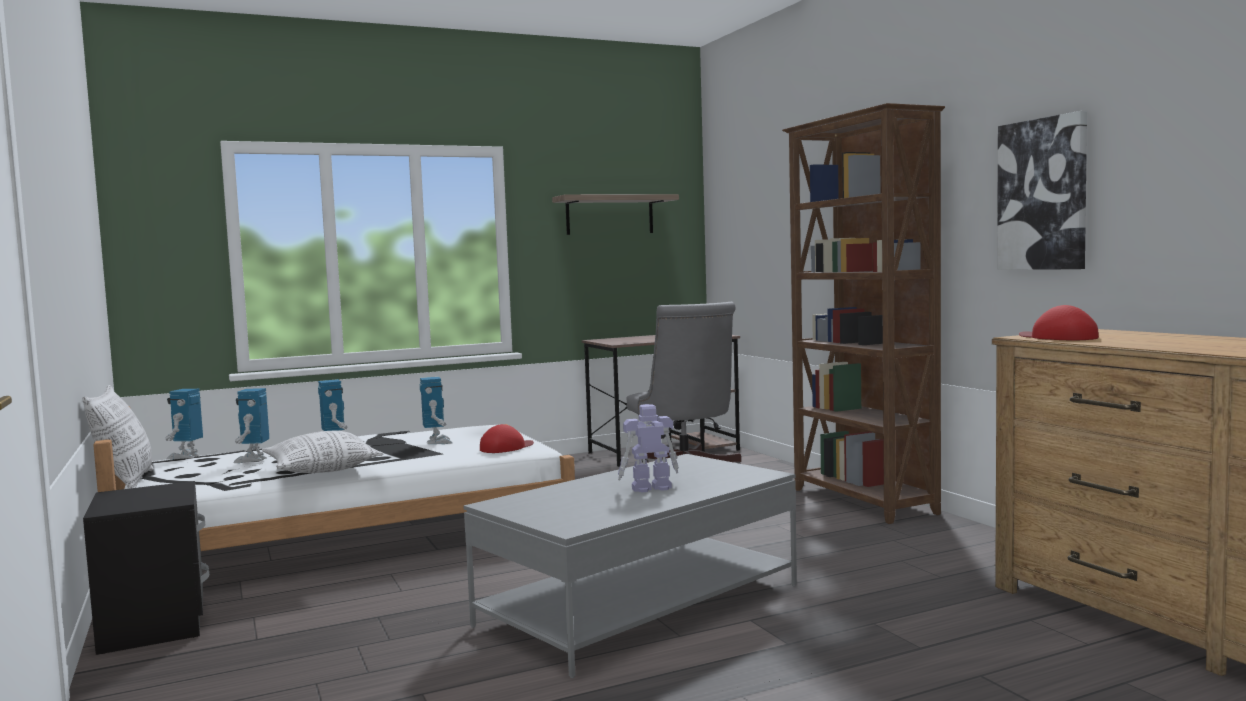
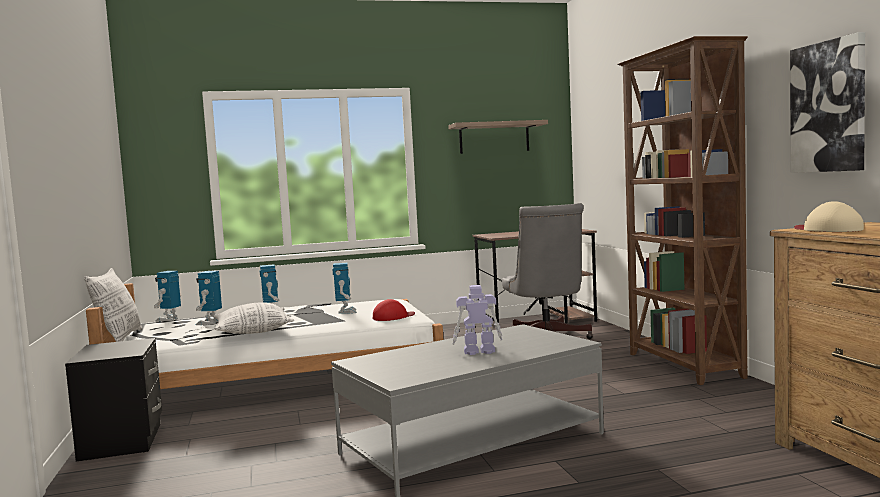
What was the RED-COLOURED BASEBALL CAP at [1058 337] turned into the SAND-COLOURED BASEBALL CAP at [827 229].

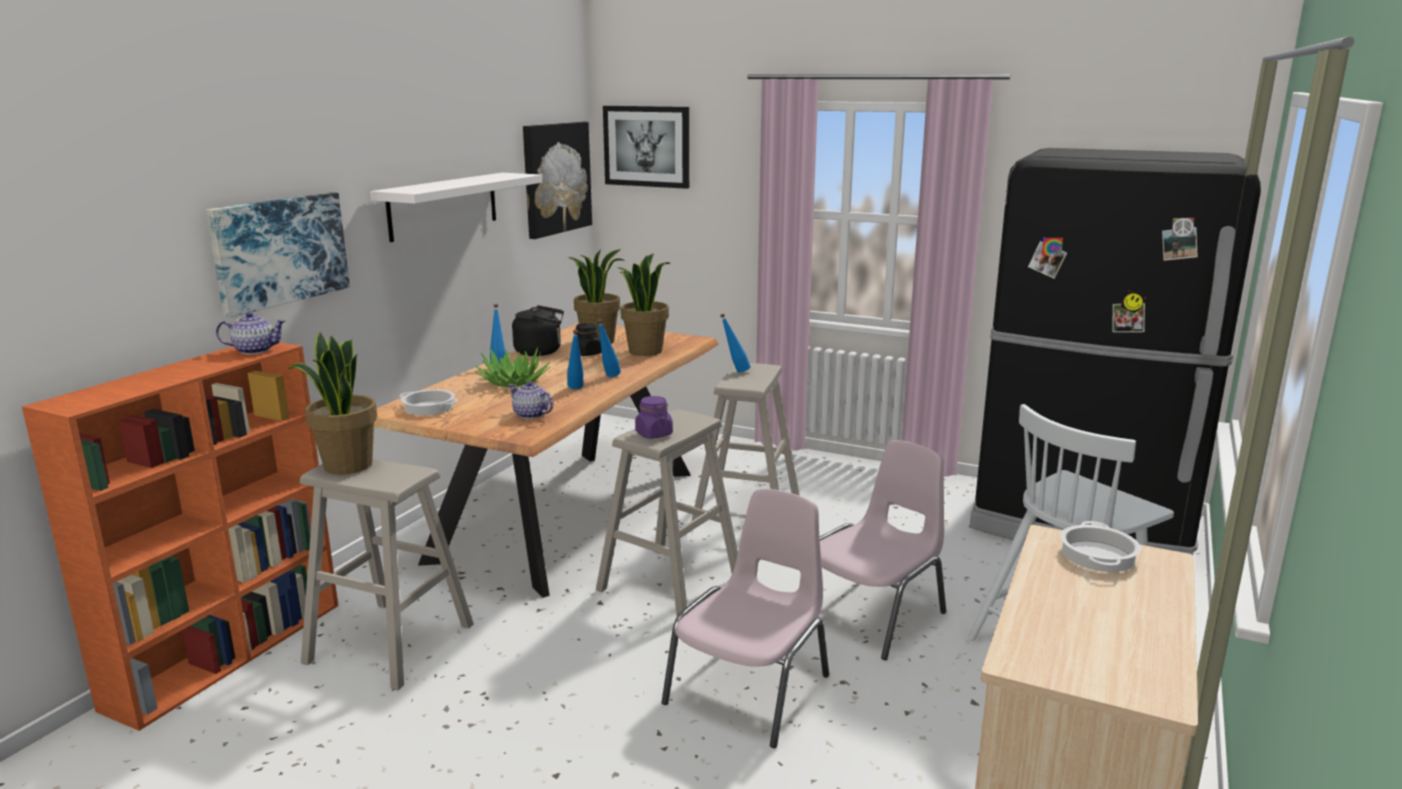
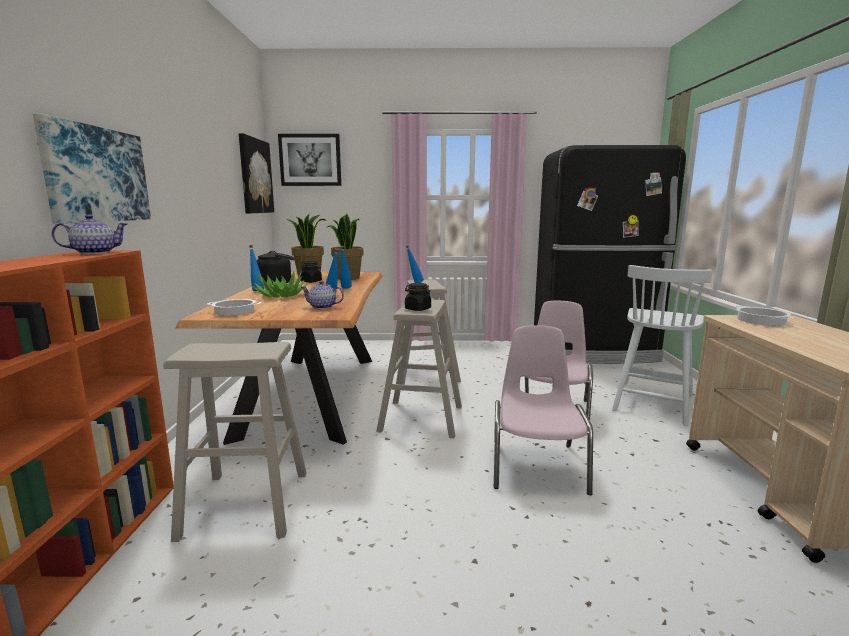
The second view lost the WHITISH BRACKET SHELF at [443 205]. The second view lost the PLANT IN A POT at [347 465]. What was the PURPLE-COLOURED JAR at [653 434] turned into the BLACKISH JAR at [417 309].

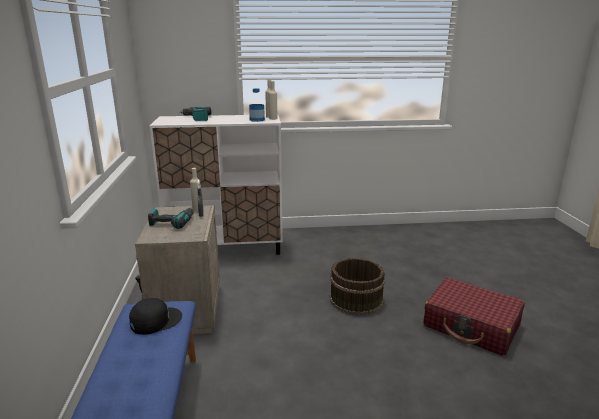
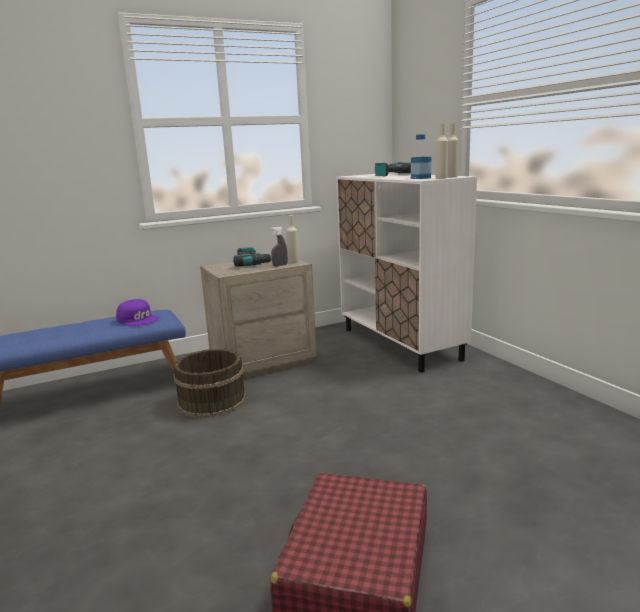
The BROWN-COLOURED WATER BUCKET ended up elsewhere, having gone from [355 299] to [211 401]. What was the BLACKISH BASEBALL CAP at [155 320] turned into the PURPLE-COLOURED BASEBALL CAP at [138 319].

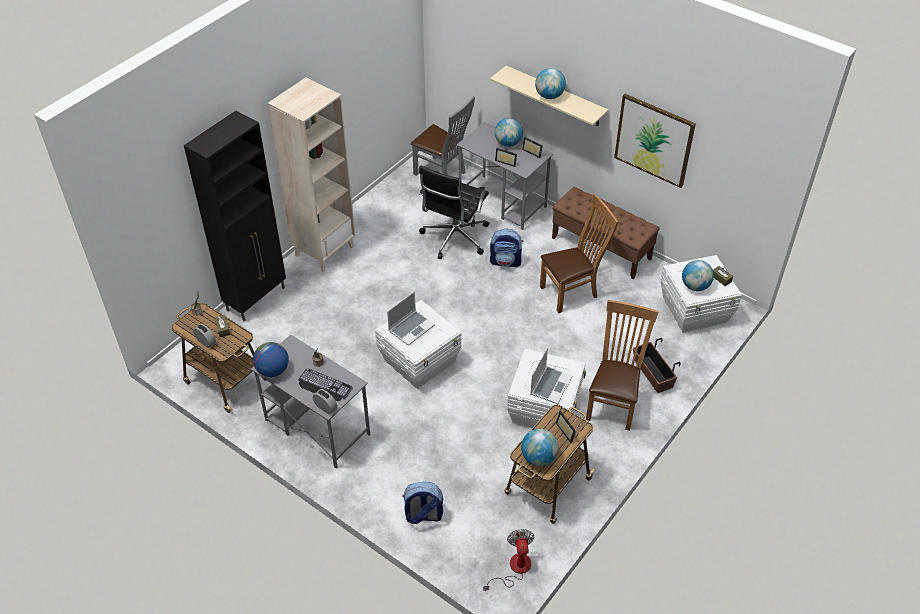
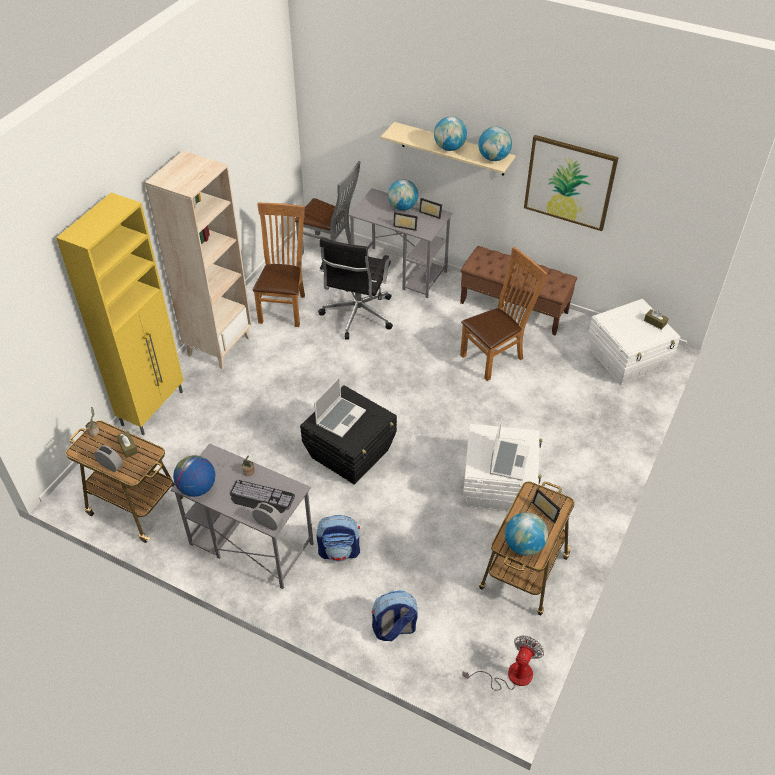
What was the BLACKISH CABINET at [257 298] turned into the YELLOW-COLOURED CABINET at [153 408]. The KNAPSACK ended up elsewhere, having gone from [506 261] to [339 551]. The DESK GLOBE ended up elsewhere, having gone from [695 286] to [493 158]. What was the WHITISH STORAGE CONTAINER at [420 361] turned into the BLACKISH STORAGE CONTAINER at [351 453]. The BROWN-COLOURED PLAIN CHAIR ended up elsewhere, having gone from [613 403] to [284 307]. The second view lost the PLANT POT at [652 374]. The ELECTRIC FAN at [514 569] ended up facing another way, 45 degrees clockwise from before.

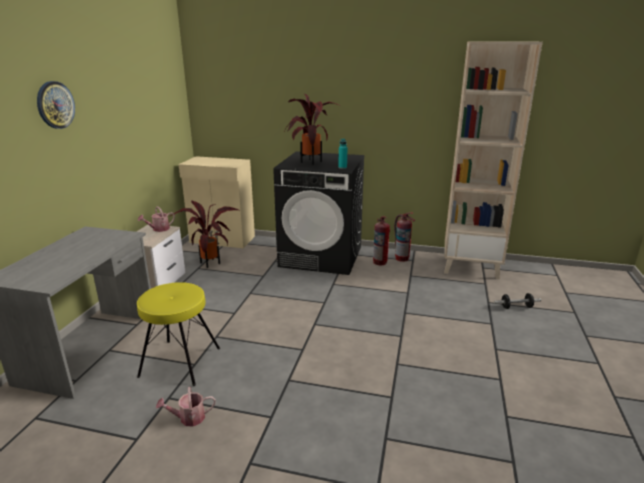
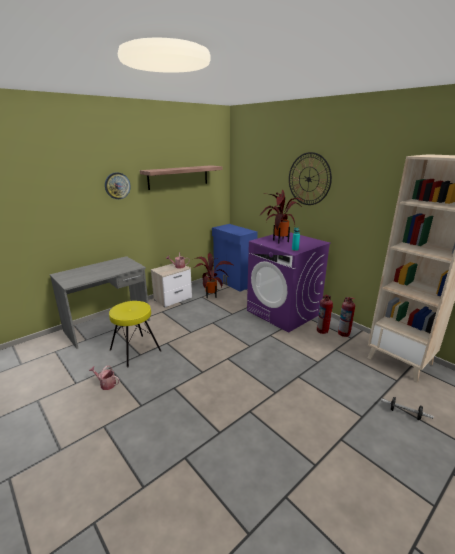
What was the BLACKISH WASHING MACHINE at [321 256] turned into the PURPLE-COLOURED WASHING MACHINE at [283 312]. What was the SAND-COLOURED CABINET at [222 240] turned into the BLUE CABINET at [234 282]. The second view gained the WALL CLOCK at [309 179]. The second view gained the BRACKET SHELF at [178 177].

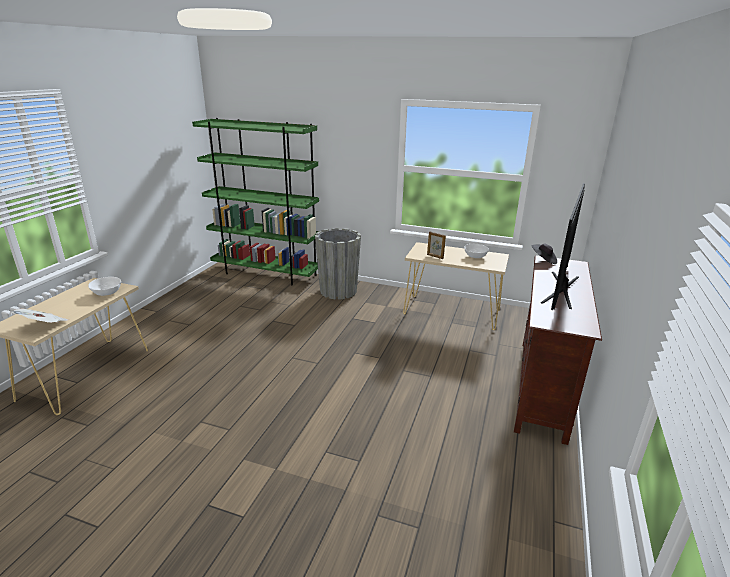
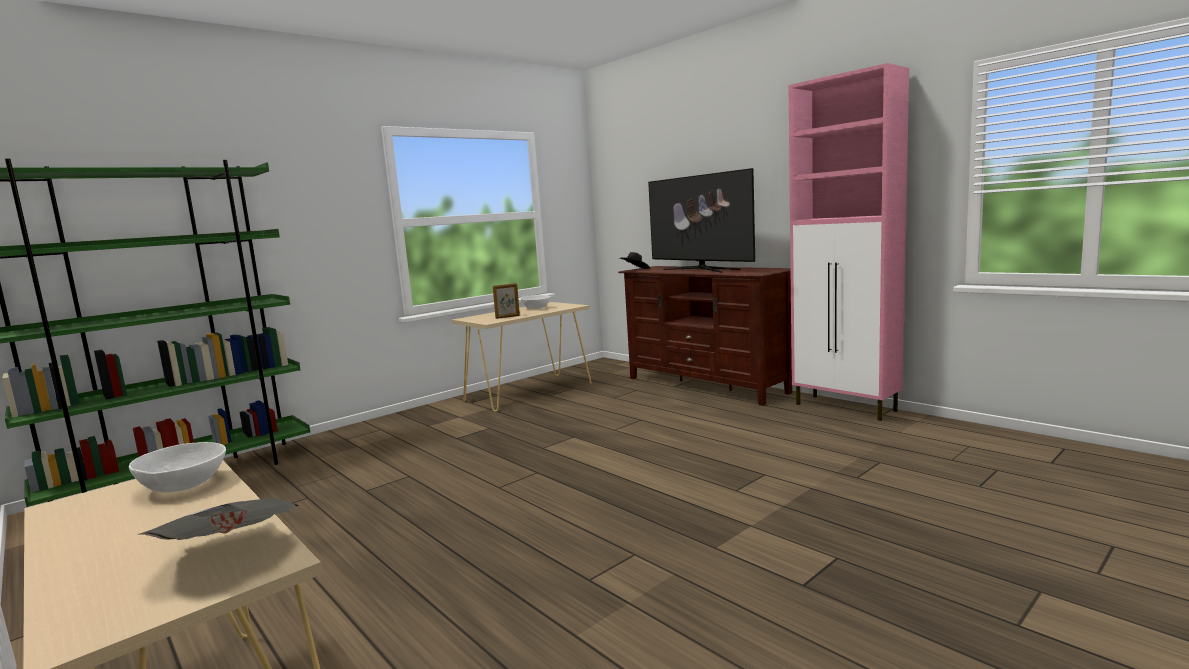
The second view lost the GREY PLANT POT at [338 291]. The second view gained the PINK CABINET at [846 408].

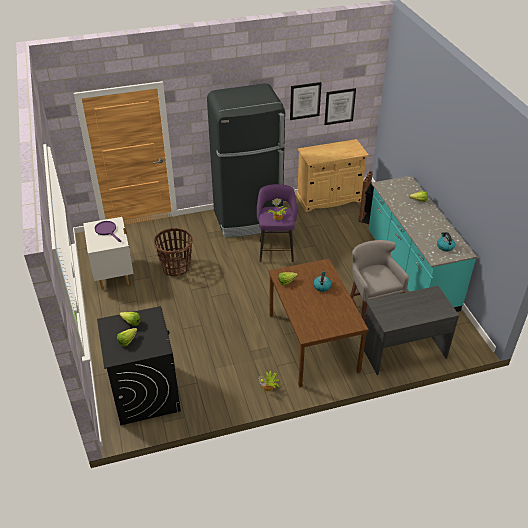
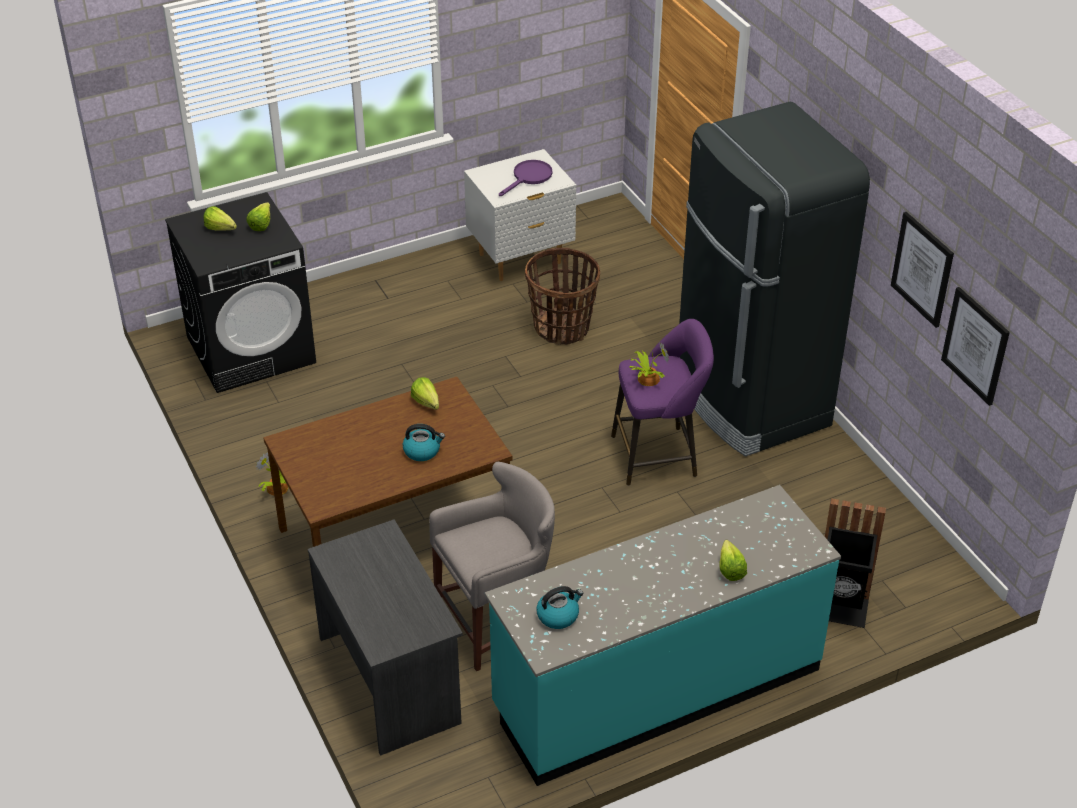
The second view lost the SAND-COLOURED CABINET at [329 198].

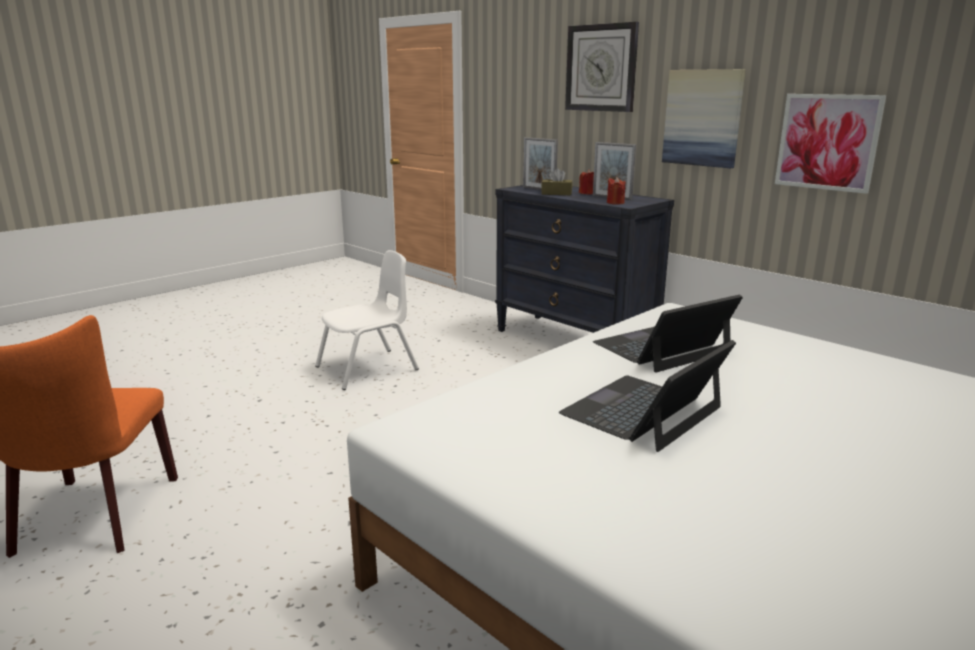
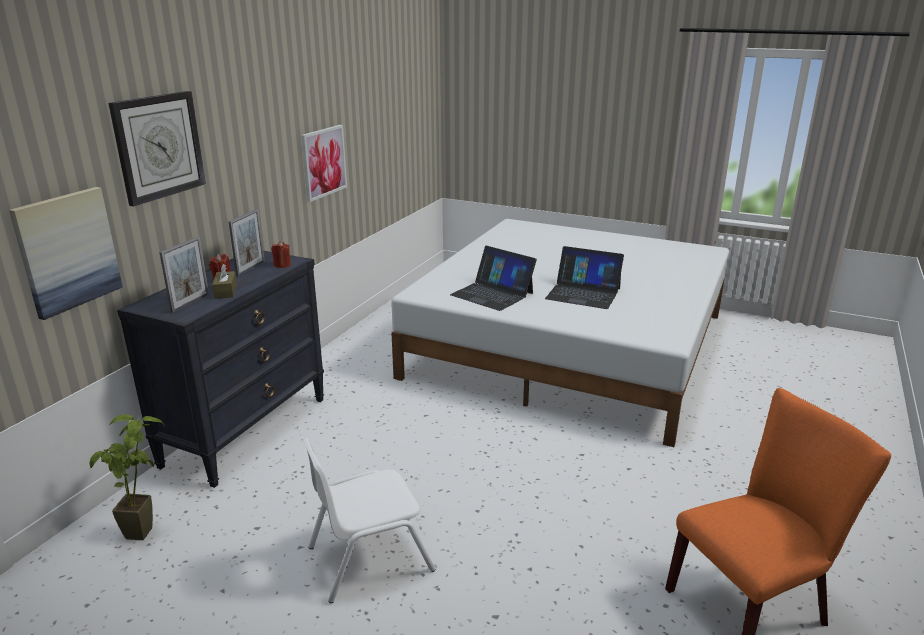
The WALL ART ended up elsewhere, having gone from [703 118] to [67 251]. The WHITISH PLAIN CHAIR at [368 369] ended up facing another way, 60 degrees counterclockwise from before. The second view gained the PLANT IN A POT at [147 527].

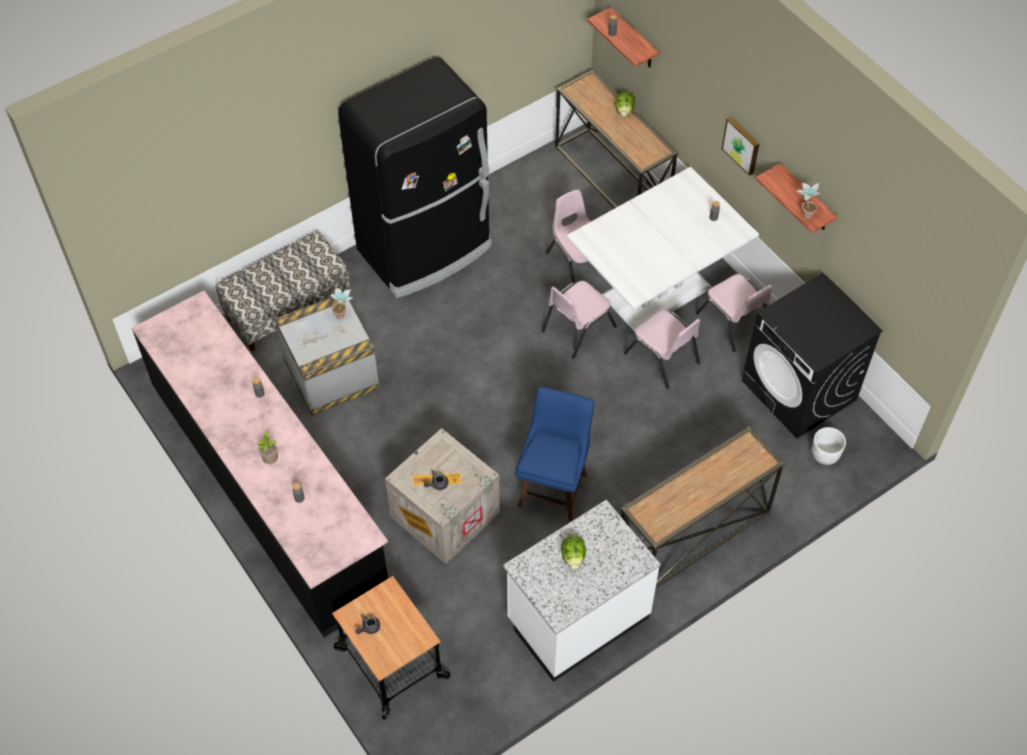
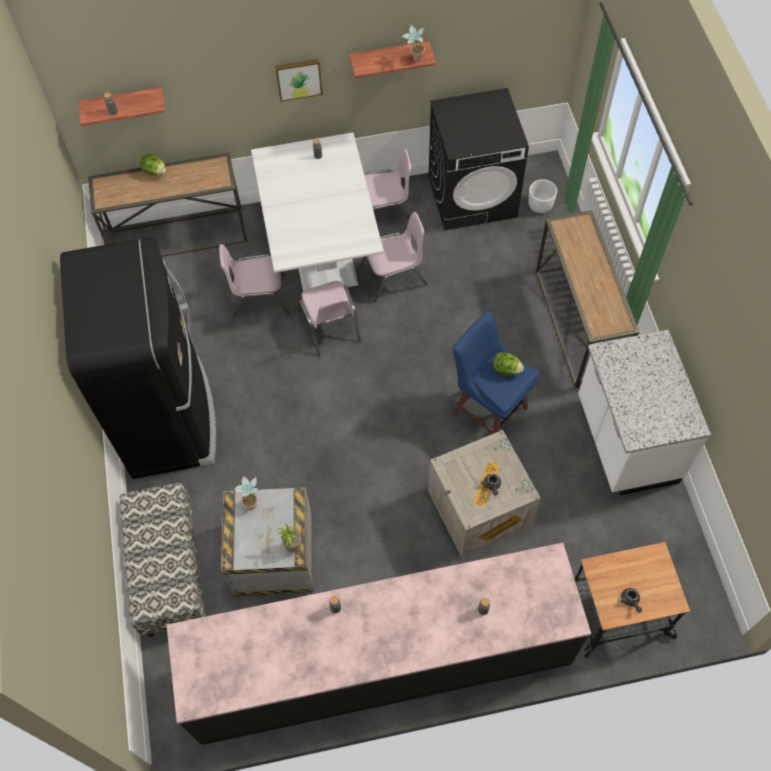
The PLANT IN A POT ended up elsewhere, having gone from [271 460] to [292 546]. The LETTUCE HEAD ended up elsewhere, having gone from [573 557] to [506 369].

